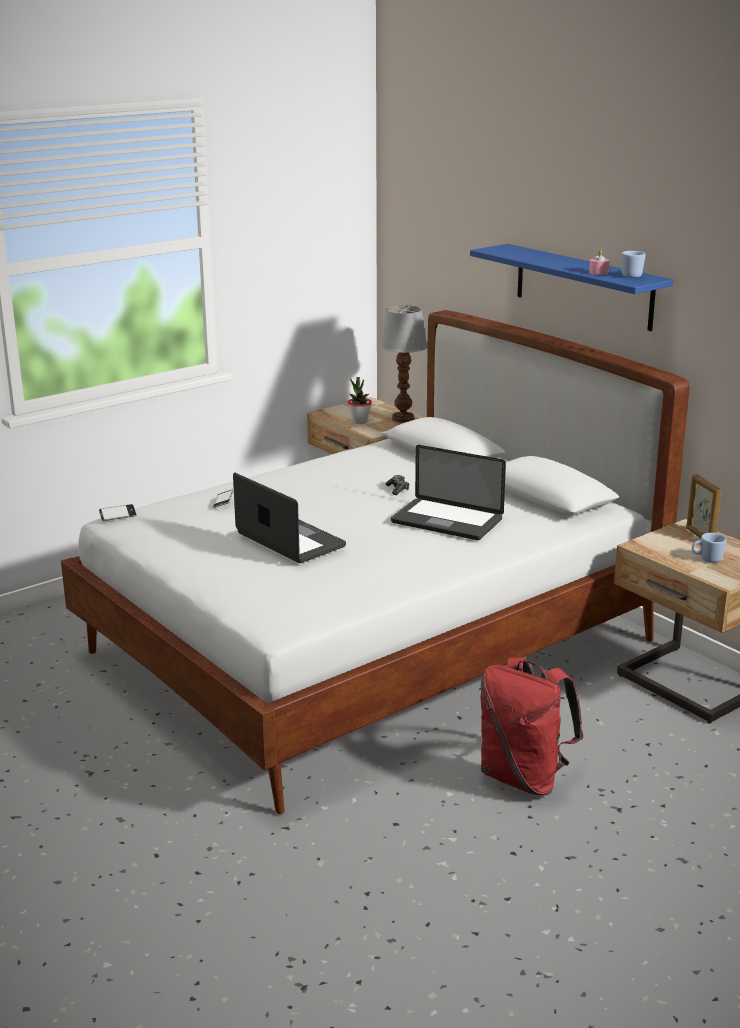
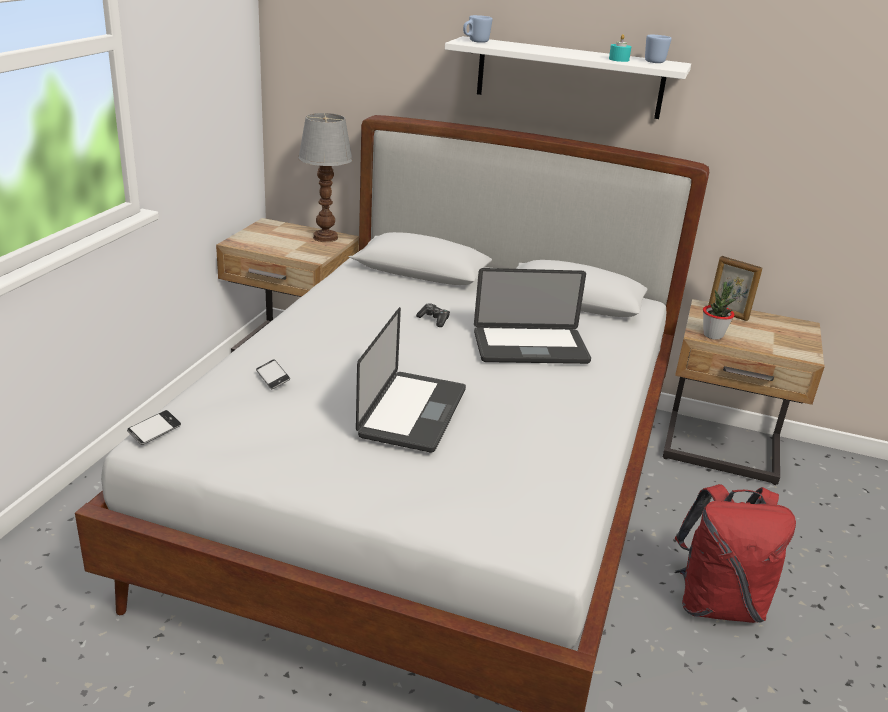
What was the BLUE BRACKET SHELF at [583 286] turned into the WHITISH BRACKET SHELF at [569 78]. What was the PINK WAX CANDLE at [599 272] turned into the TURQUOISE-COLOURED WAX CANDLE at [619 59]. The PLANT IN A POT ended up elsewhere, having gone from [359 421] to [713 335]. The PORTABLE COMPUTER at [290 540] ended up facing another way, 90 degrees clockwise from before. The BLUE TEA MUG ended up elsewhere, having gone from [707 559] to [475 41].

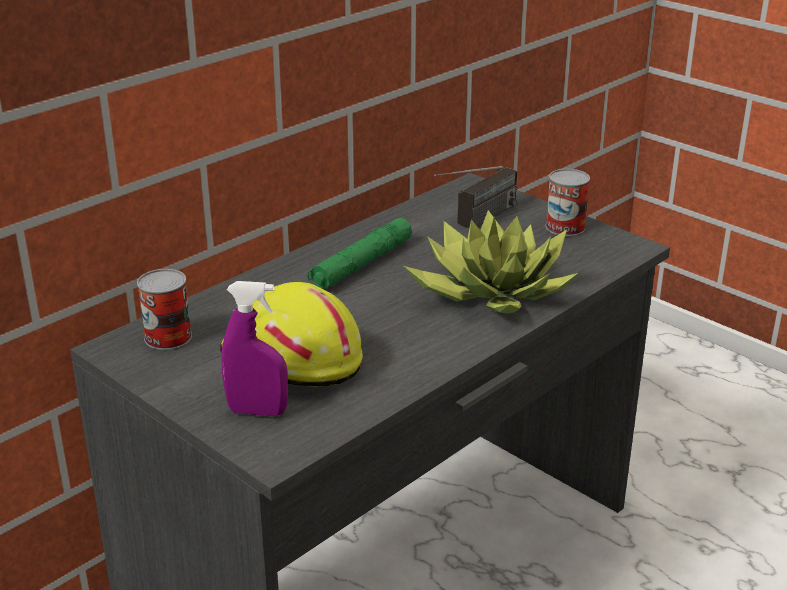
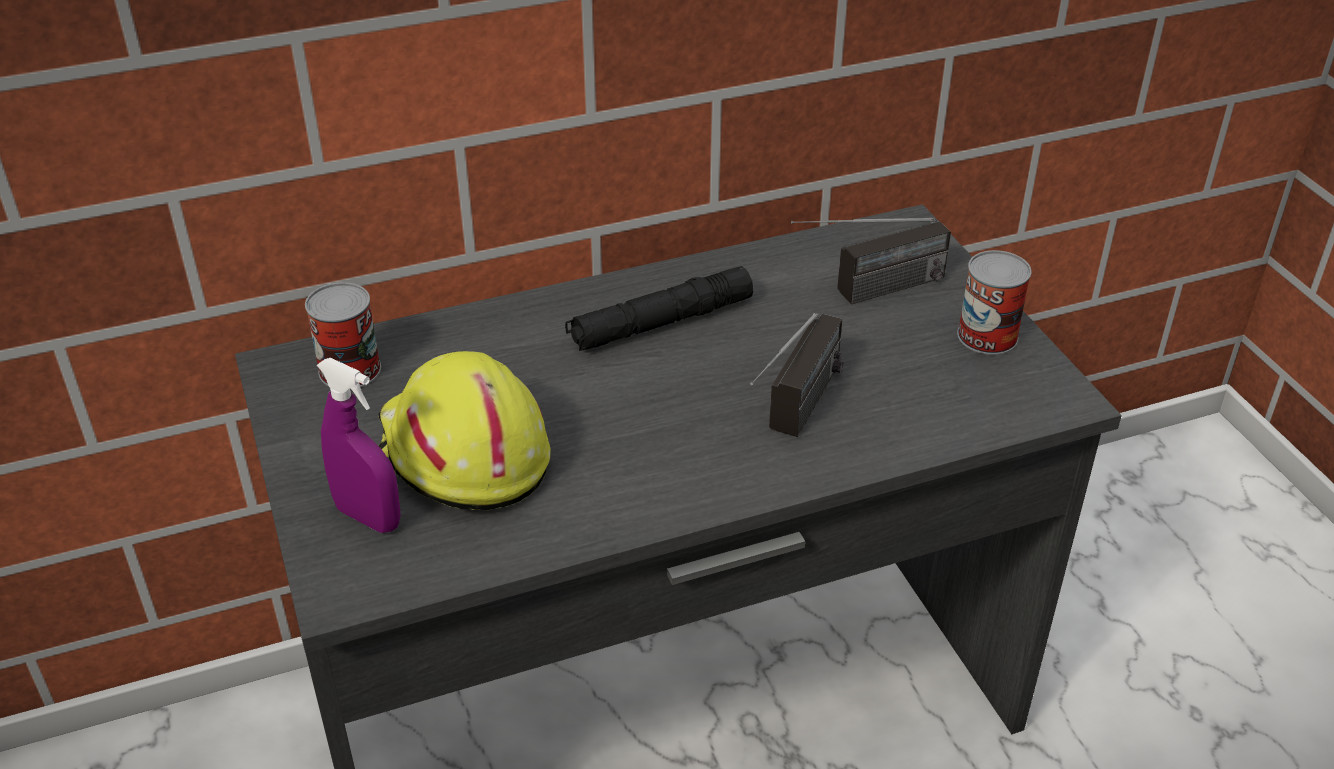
Where the PLANT IN A POT stood at [489 291], the RADIO RECEIVER came to stand at [796 417]. What was the GREEN HAND TORCH at [361 264] turned into the BLACKISH HAND TORCH at [660 323].

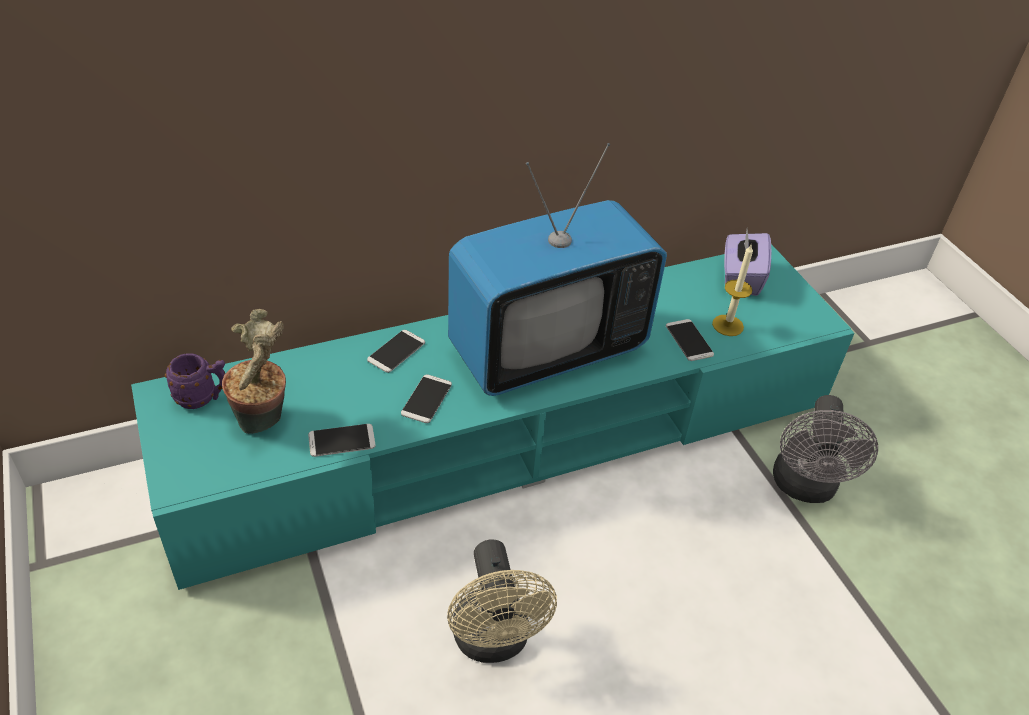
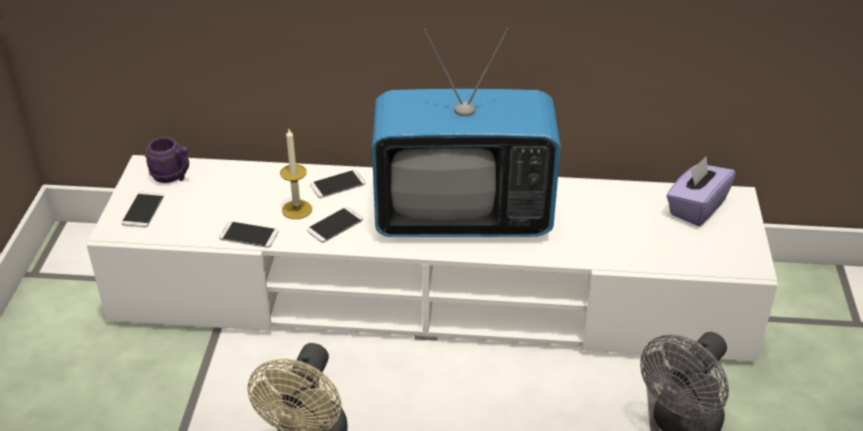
The WAX CANDLE ended up elsewhere, having gone from [727 325] to [297 209]. What was the TURQUOISE-COLOURED TV STAND at [510 435] turned into the WHITISH TV STAND at [433 295]. The second view lost the PLANT IN A POT at [264 422]. The TELEPHONE ended up elsewhere, having gone from [689 340] to [143 210].

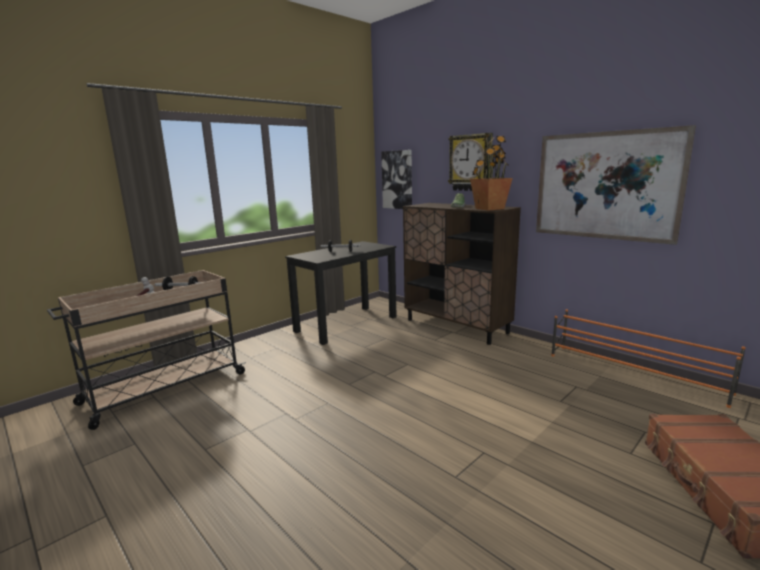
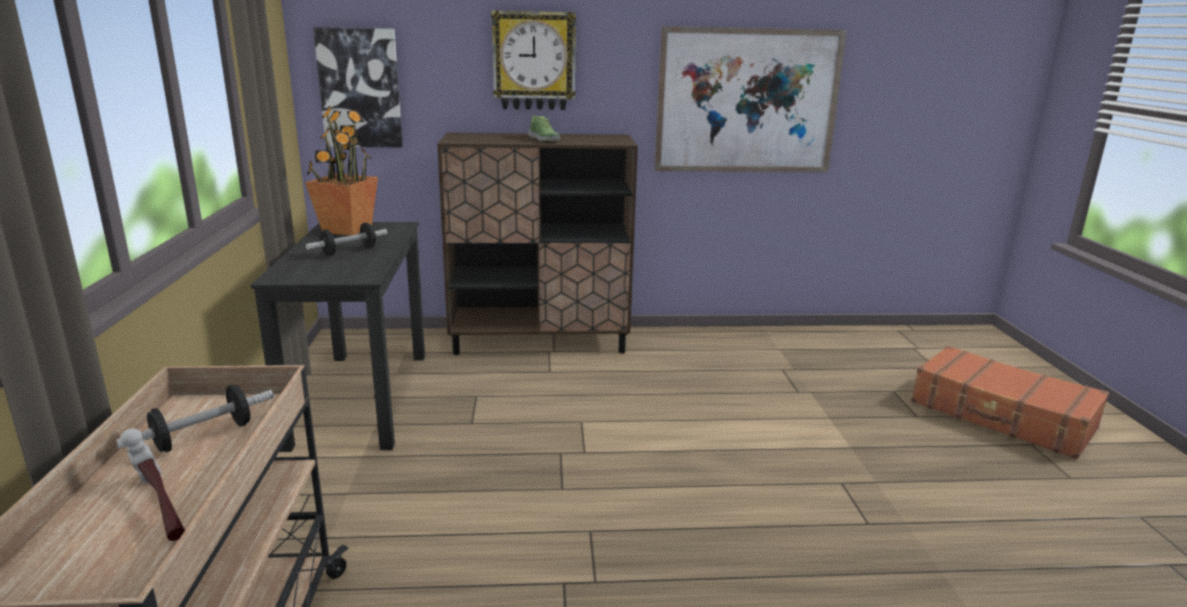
The PLANT IN A POT ended up elsewhere, having gone from [490 209] to [347 229]. The second view lost the ORANGEY SHOE SHELF at [634 373].

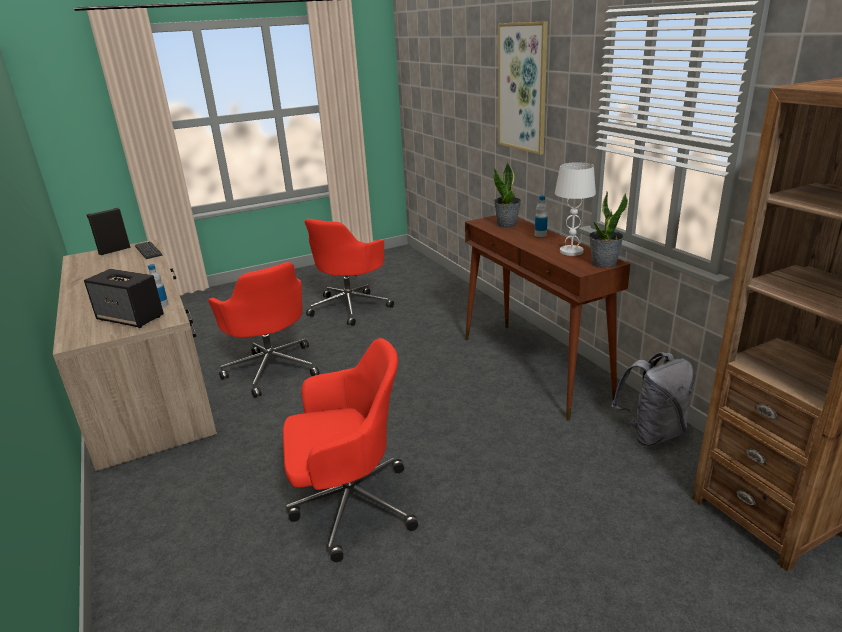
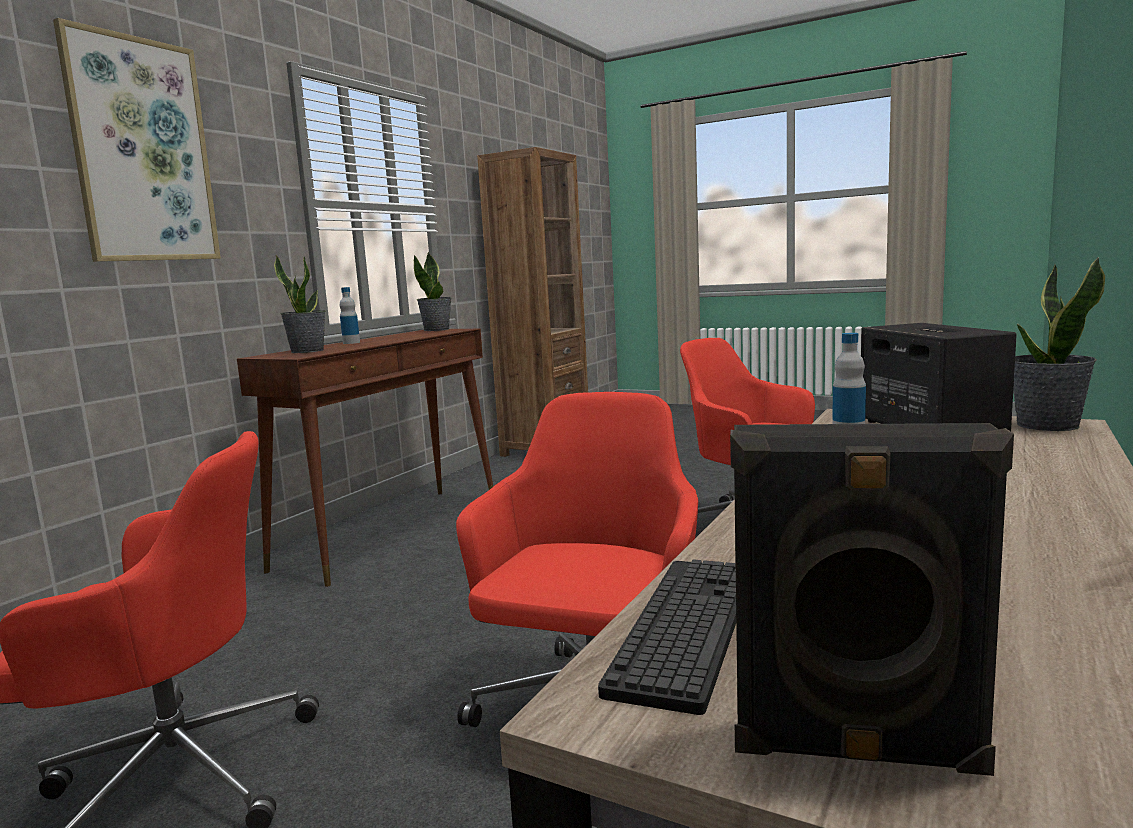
The second view lost the WHITISH TABLE LAMP at [571 251]. The second view lost the GREY KNAPSACK at [651 433]. The second view gained the PLANT IN A POT at [1046 425].

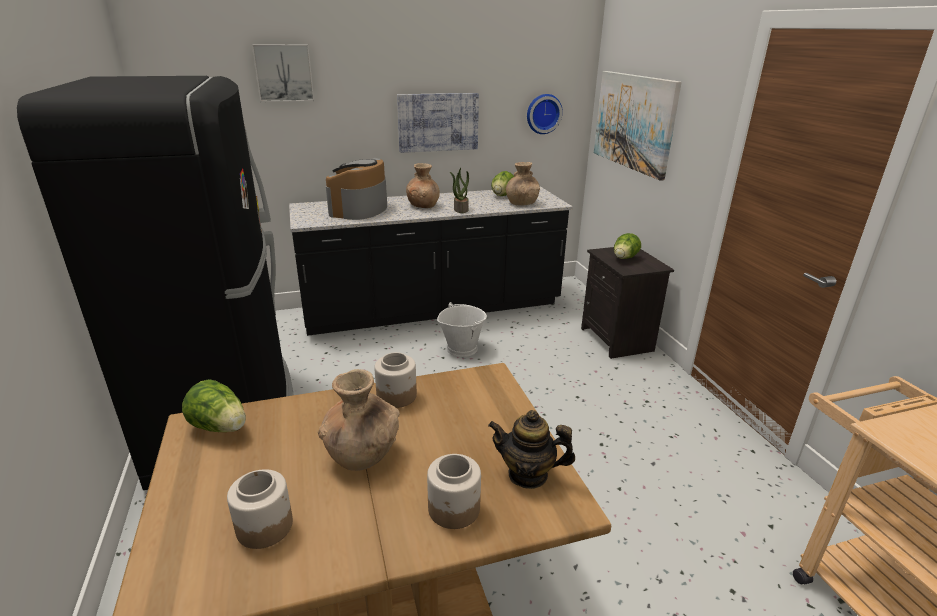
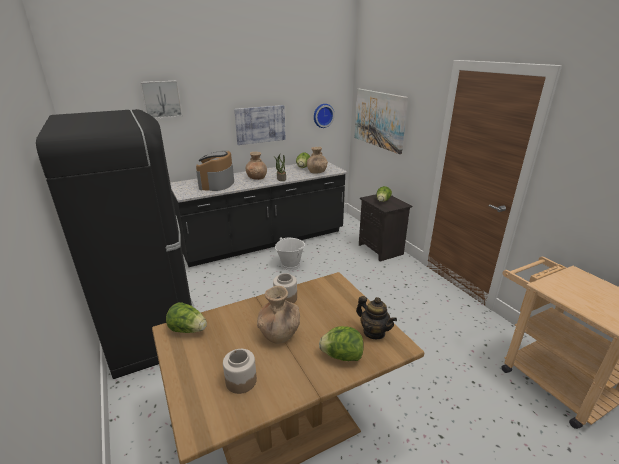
The POT FOR TEA at [528 474] ended up facing another way, 135 degrees counterclockwise from before. Where the JAR stood at [454 509], the LETTUCE HEAD came to stand at [341 356].

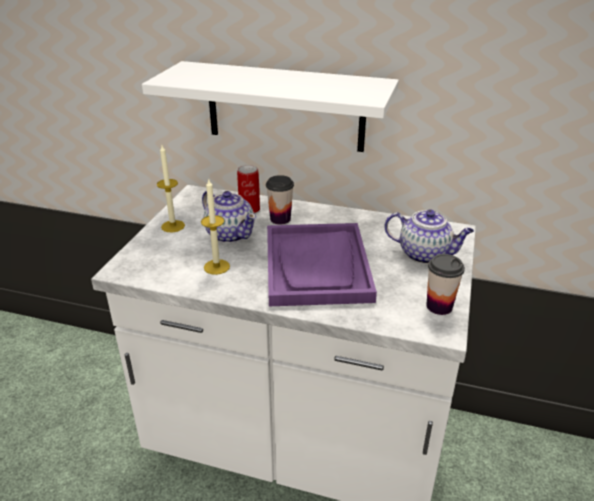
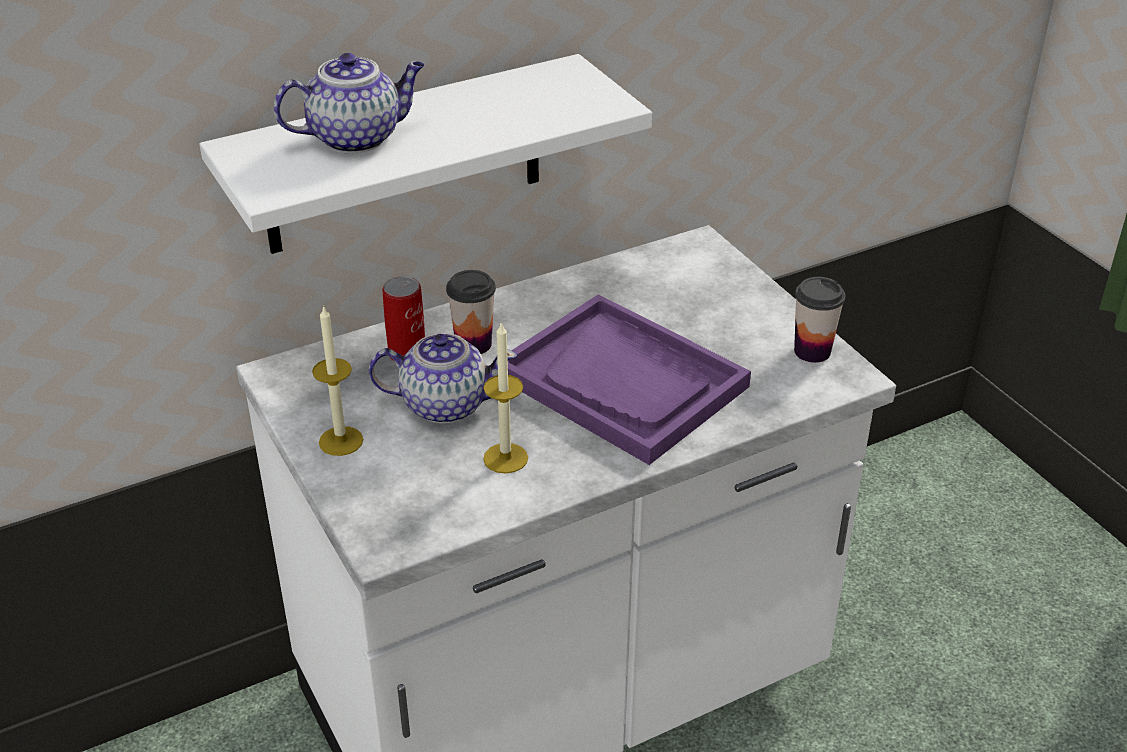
The POT FOR TEA ended up elsewhere, having gone from [425 254] to [357 138].

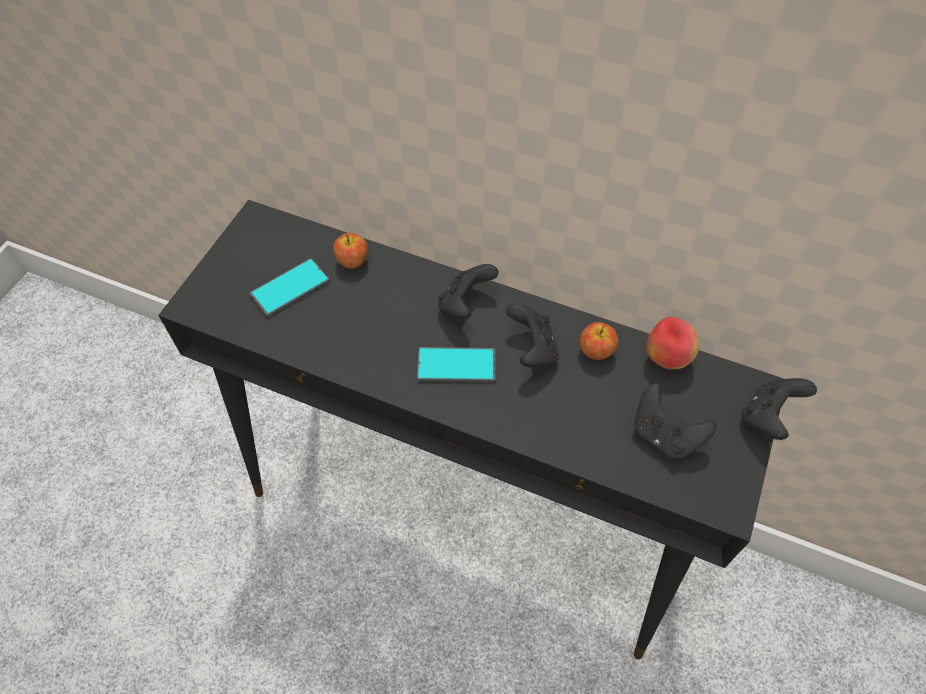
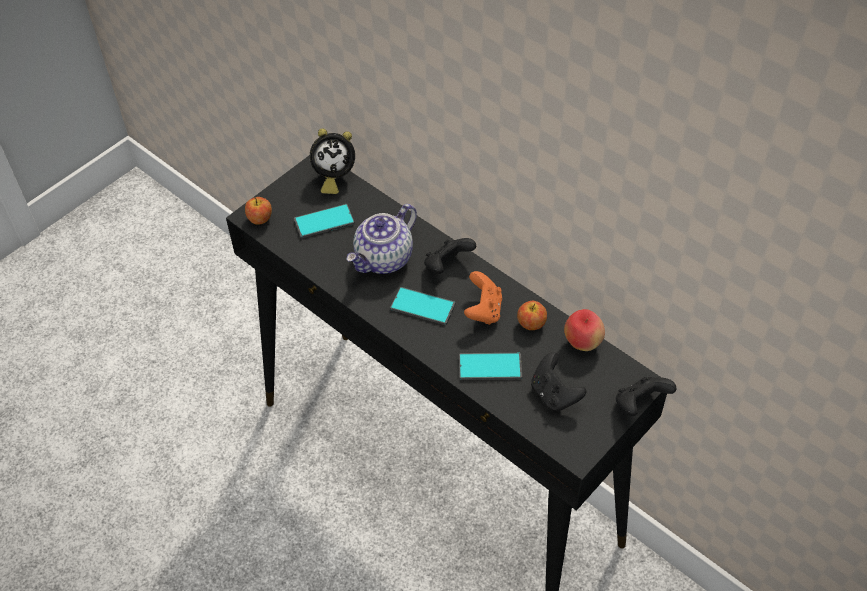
The APPLE ended up elsewhere, having gone from [352 261] to [260 219]. What was the BLACKISH GAMEPAD at [532 350] turned into the ORANGEY GAMEPAD at [483 310]. The second view gained the BEDSIDE CLOCK at [333 177]. The second view gained the POT FOR TEA at [384 259]. The second view gained the TELEPHONE at [490 367].

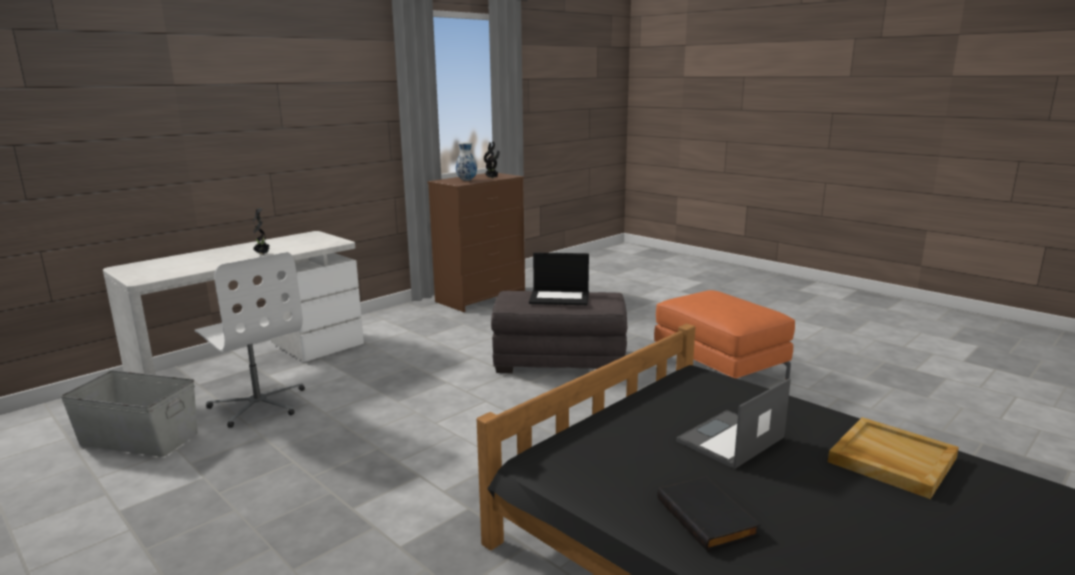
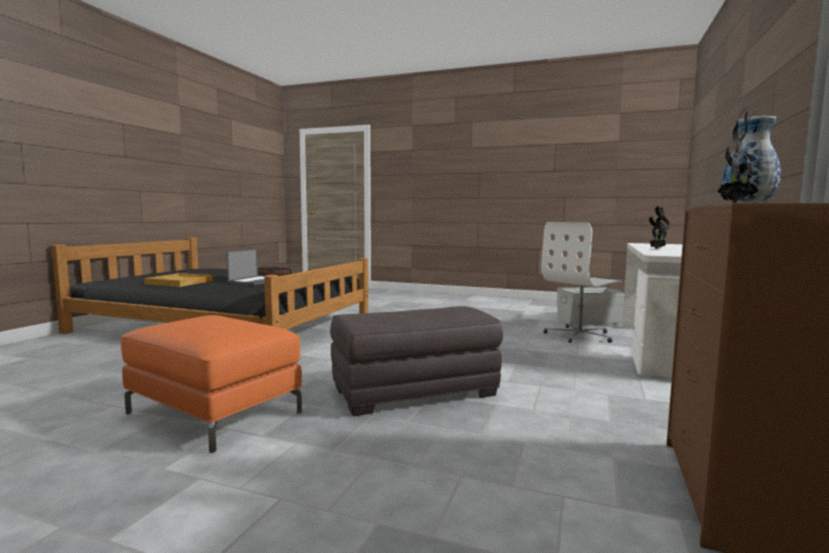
The WHITISH DESK CHAIR at [259 404] ended up facing another way, 60 degrees counterclockwise from before. The second view lost the PORTABLE COMPUTER at [560 297].

